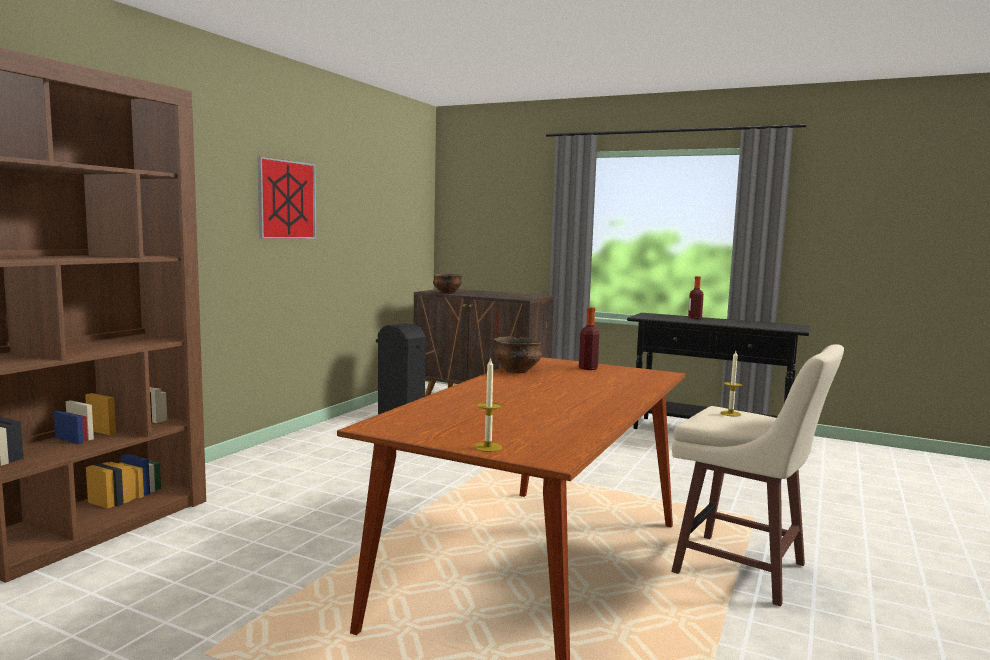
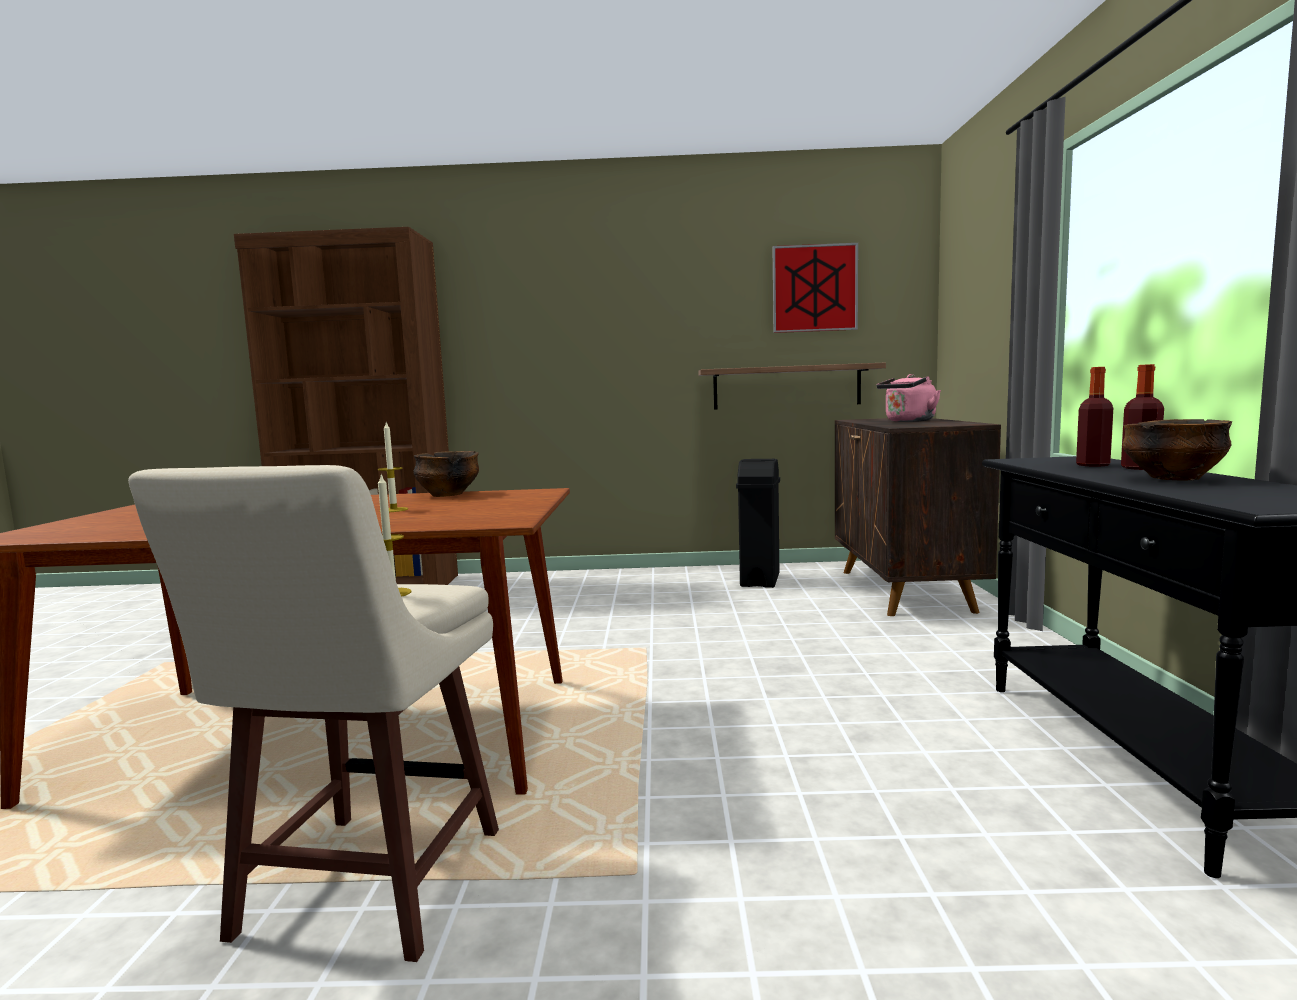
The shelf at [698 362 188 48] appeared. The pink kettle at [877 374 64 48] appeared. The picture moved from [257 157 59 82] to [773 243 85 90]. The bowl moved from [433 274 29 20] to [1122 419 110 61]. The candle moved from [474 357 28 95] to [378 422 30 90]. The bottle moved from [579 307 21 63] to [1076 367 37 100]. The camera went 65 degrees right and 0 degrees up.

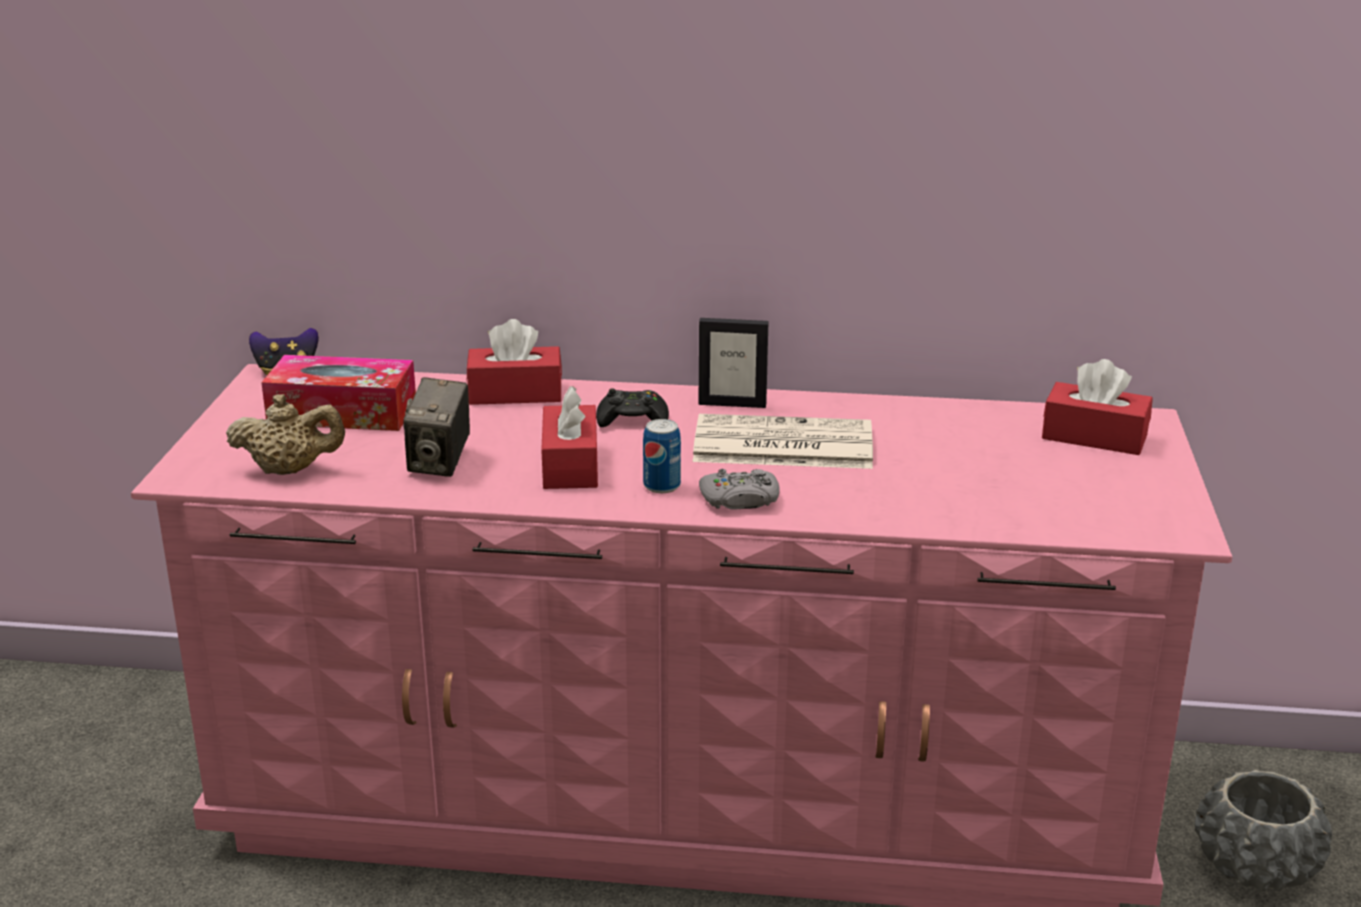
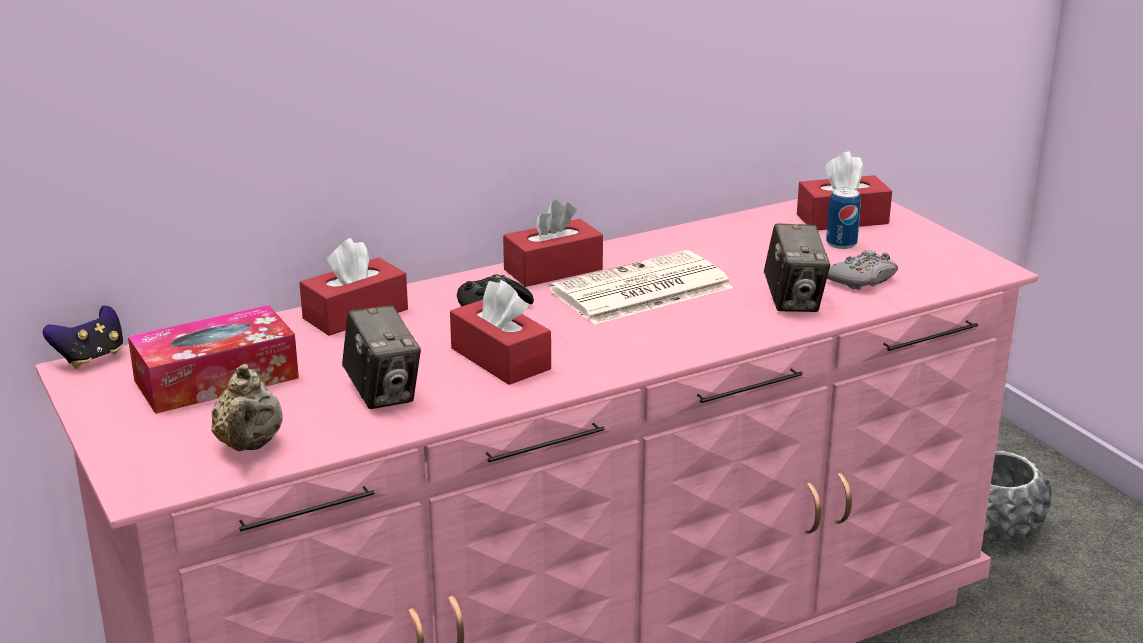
The photo camera at [764 223 66 89] appeared. The can moved from [643 419 38 74] to [826 187 35 62]. The grey game controller moved from [699 469 81 41] to [827 250 71 40]. The picture frame at [698 318 70 90] was replaced by the red tissue box at [503 200 100 87]. The beige teapot at [226 394 119 81] turned 120 degrees clockwise. The camera went 35 degrees left and 0 degrees up.

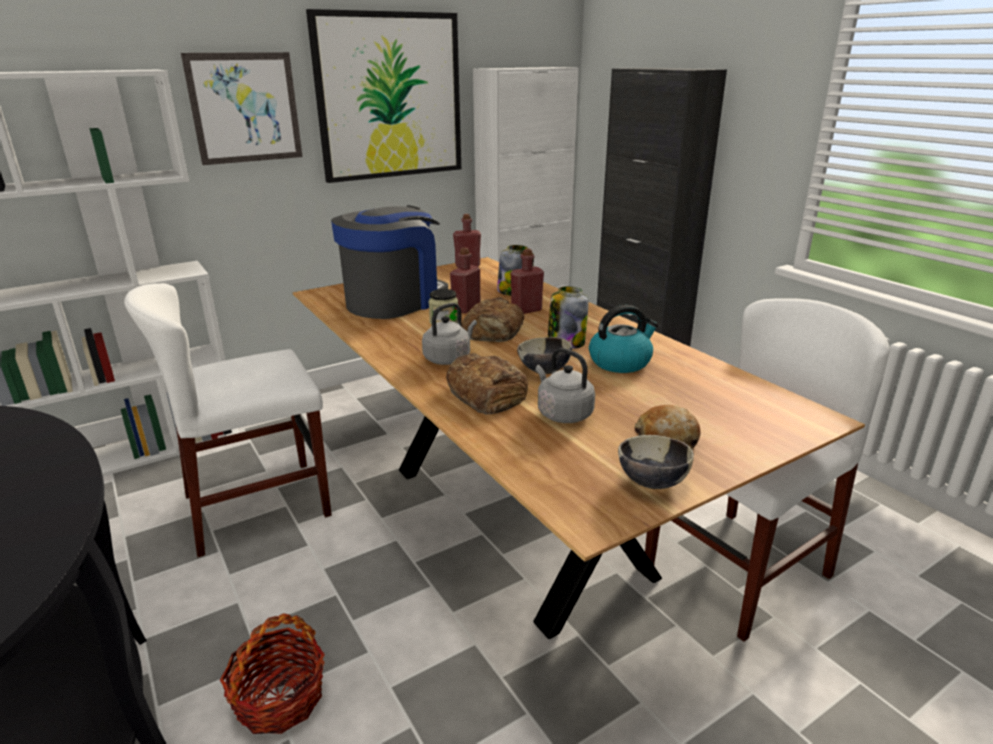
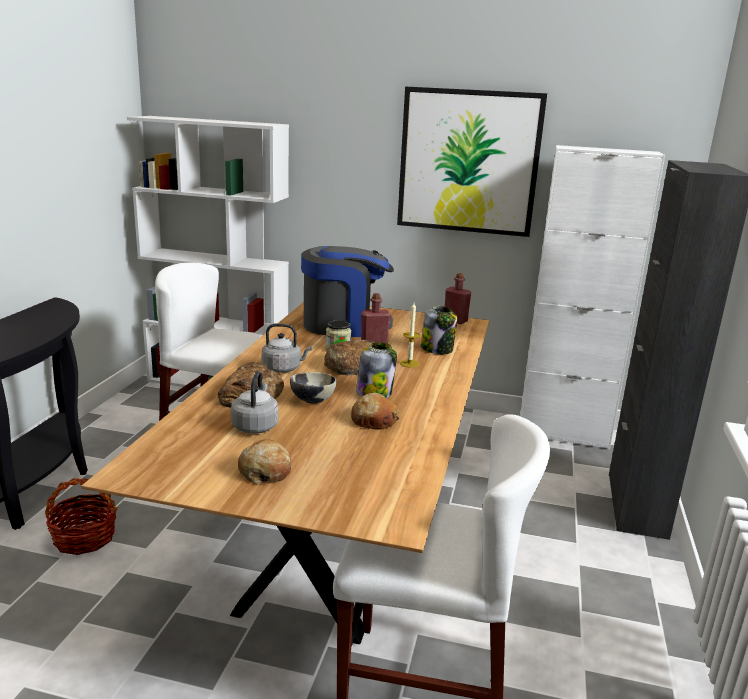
The picture at [181 52 122 113] disappeared. The bowl at [618 435 76 54] disappeared. The red bottle at [511 249 33 65] was replaced by the candle at [400 303 20 65]. The kettle at [589 305 70 68] was replaced by the bread at [351 393 48 37]. The camera went 45 degrees right and 5 degrees down.

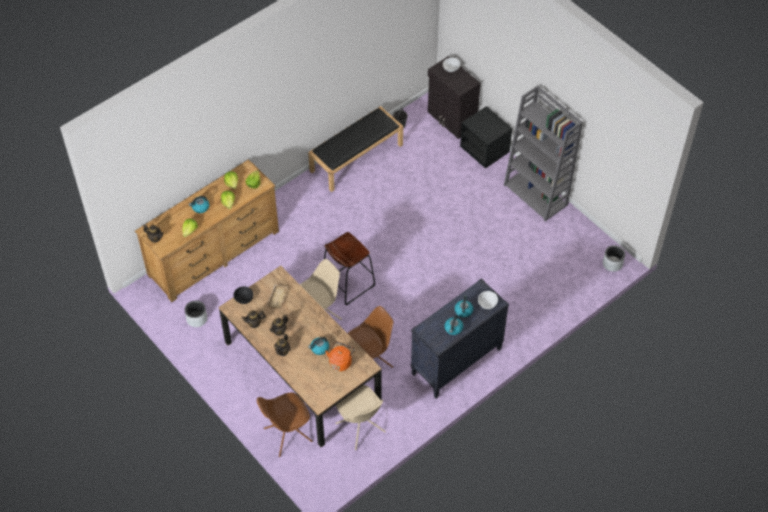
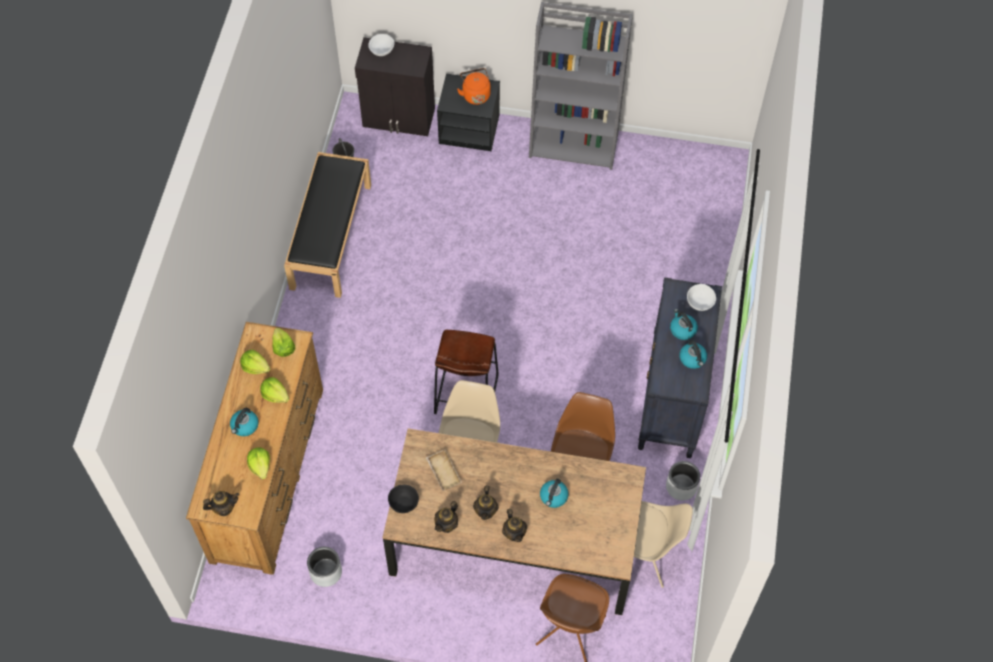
The orange kettle moved from [325 341 30 30] to [457 68 33 37]. The grey planter moved from [603 245 22 27] to [666 461 34 39]. The camera went 40 degrees left and 5 degrees up.

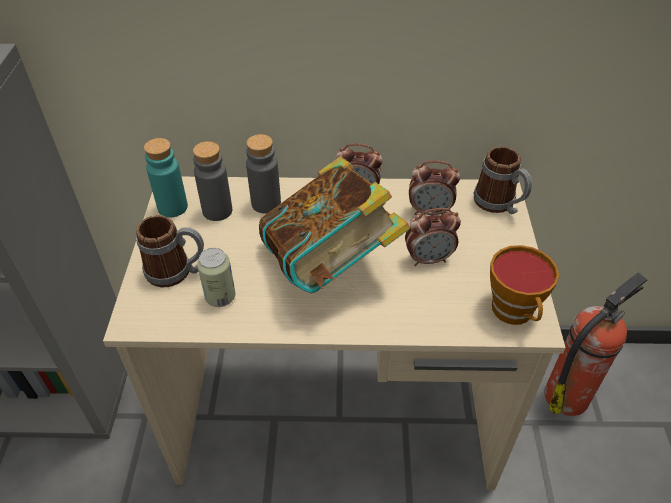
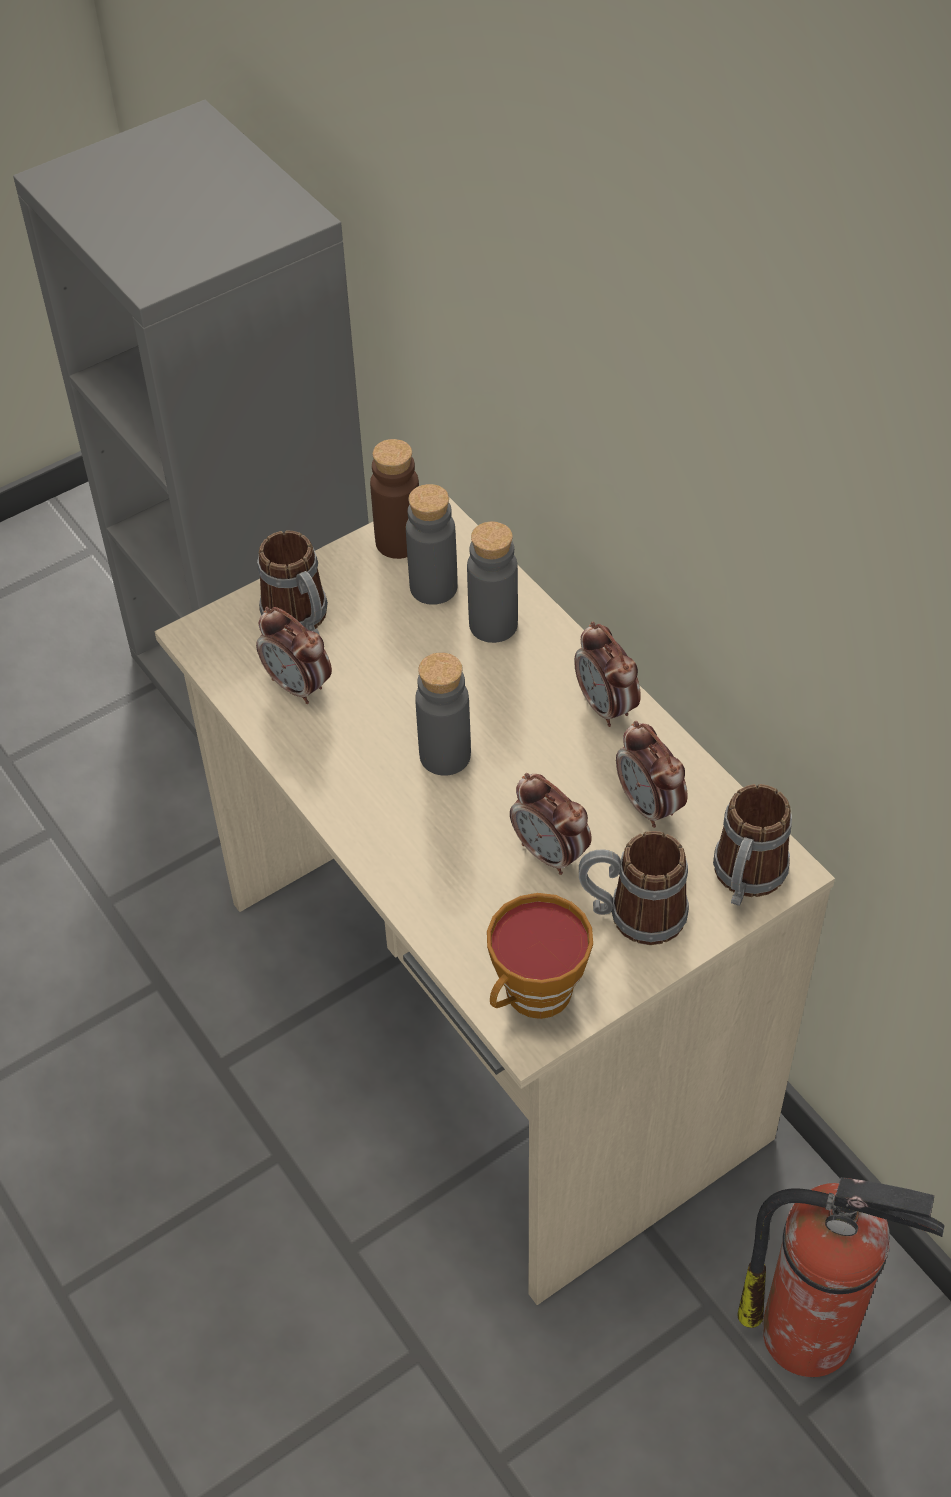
The mug at [579 831 110 114] appeared. The can at [197 248 38 59] was replaced by the alarm clock at [256 607 76 97]. The book at [259 157 151 136] was replaced by the grey bottle at [415 652 56 123]. The turquoise bottle at [144 138 44 79] became the brown bottle at [370 439 49 120]. The camera went 55 degrees right and 5 degrees up.

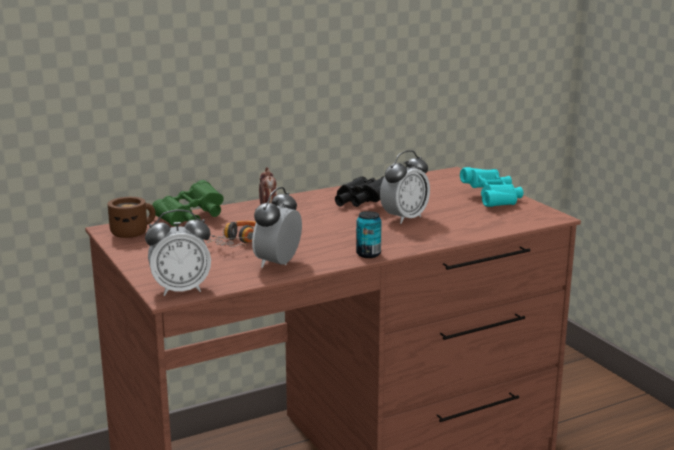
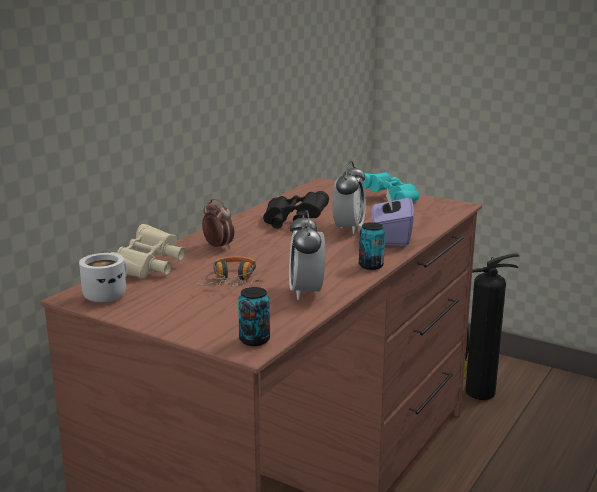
The purple tissue box at [372 187 42 59] appeared. The fire extinguisher at [464 253 56 147] appeared. The alarm clock at [145 209 66 87] was replaced by the can at [238 287 32 59]. The brown mug at [108 197 48 41] became the white mug at [79 253 48 49]. The green binoculars at [152 180 72 46] became the beige binoculars at [111 224 74 55]. The camera went 30 degrees left and 0 degrees up.

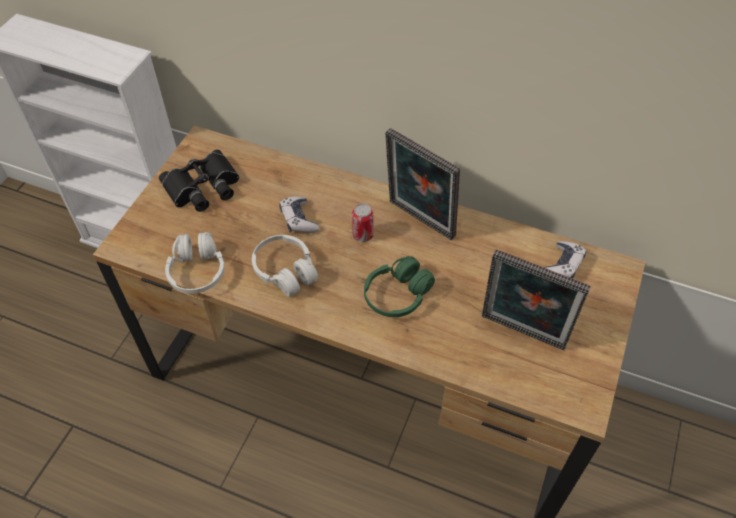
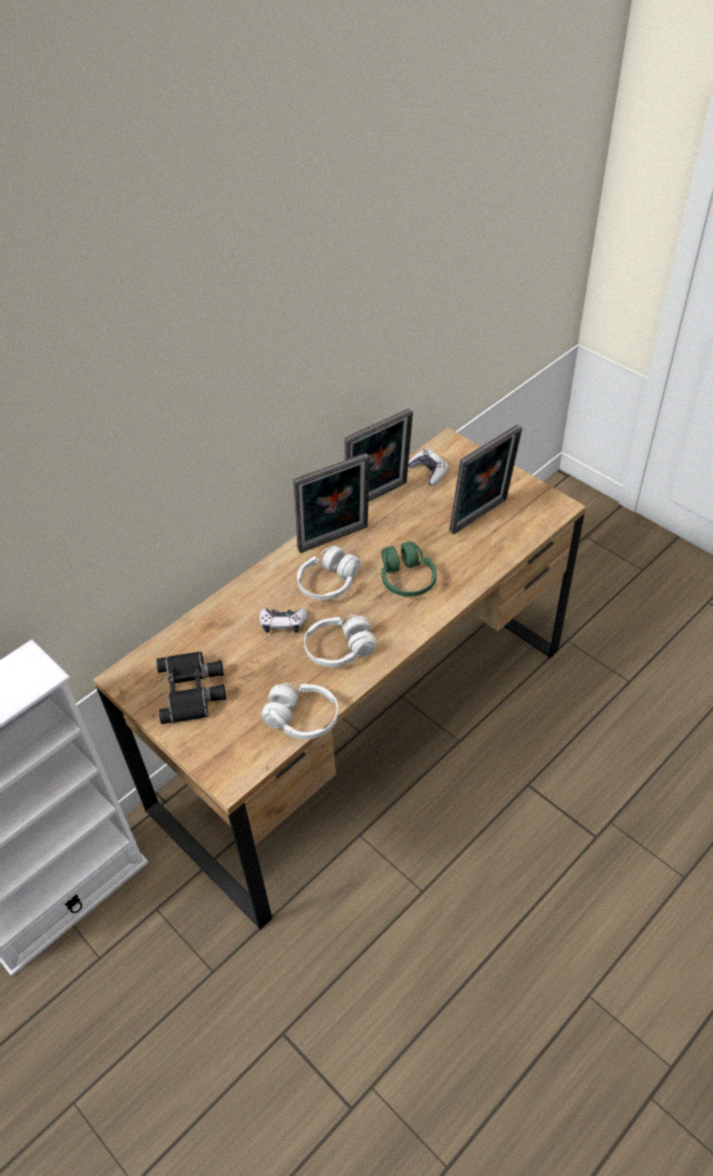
The picture frame at [344 408 69 94] appeared. The can at [352 203 22 39] was replaced by the white headphones at [297 546 64 54]. The camera went 65 degrees left and 5 degrees down.

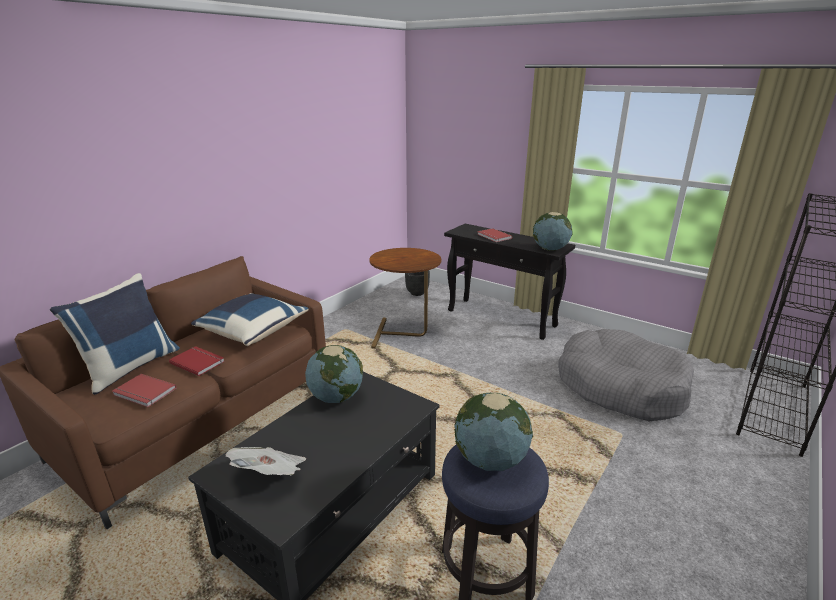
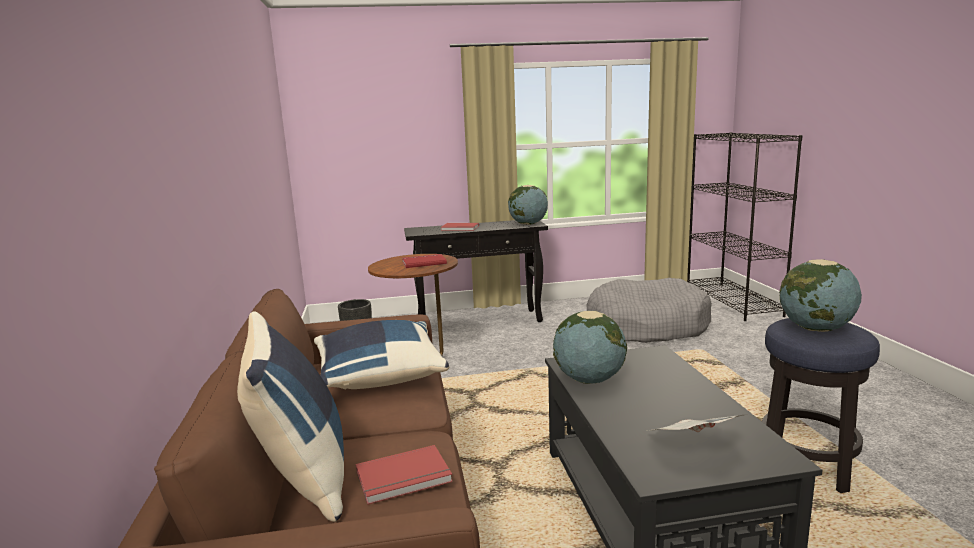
The red book moved from [169 346 56 30] to [402 254 45 14]. The camera went 45 degrees left and 10 degrees down.

